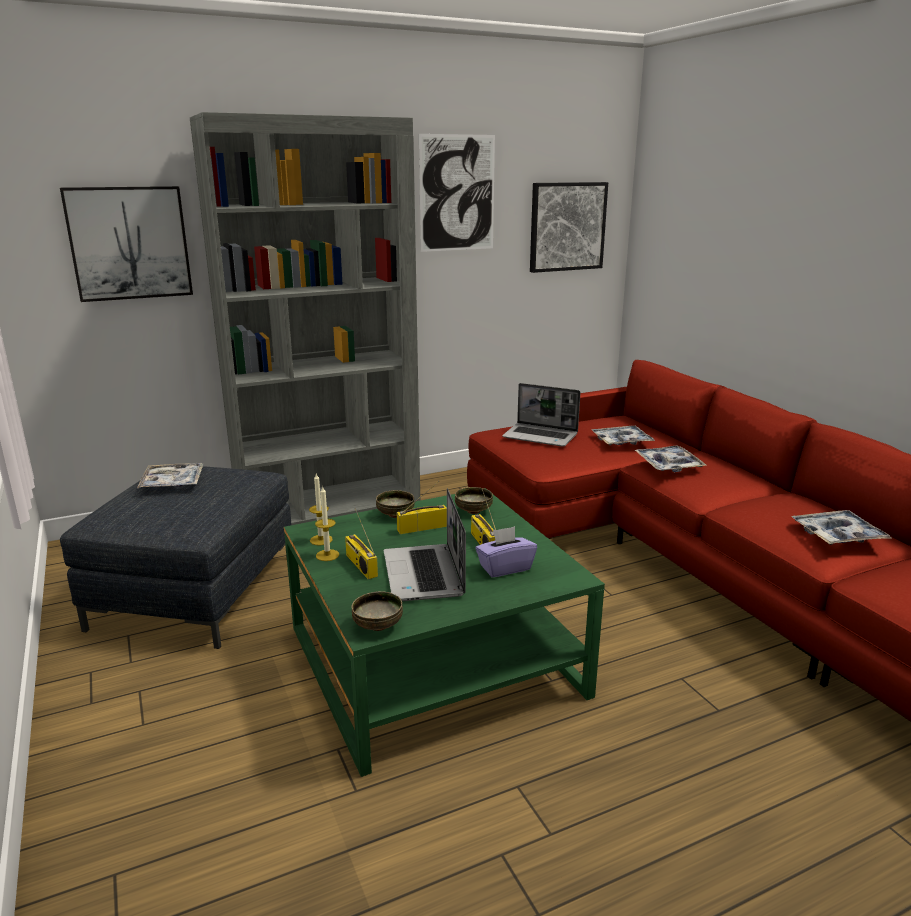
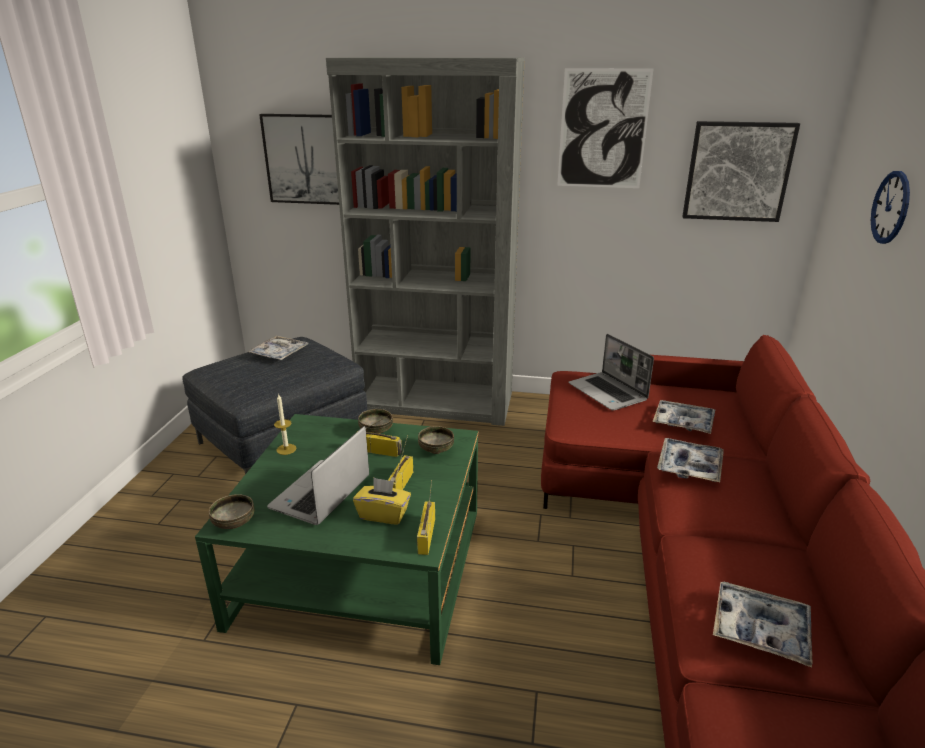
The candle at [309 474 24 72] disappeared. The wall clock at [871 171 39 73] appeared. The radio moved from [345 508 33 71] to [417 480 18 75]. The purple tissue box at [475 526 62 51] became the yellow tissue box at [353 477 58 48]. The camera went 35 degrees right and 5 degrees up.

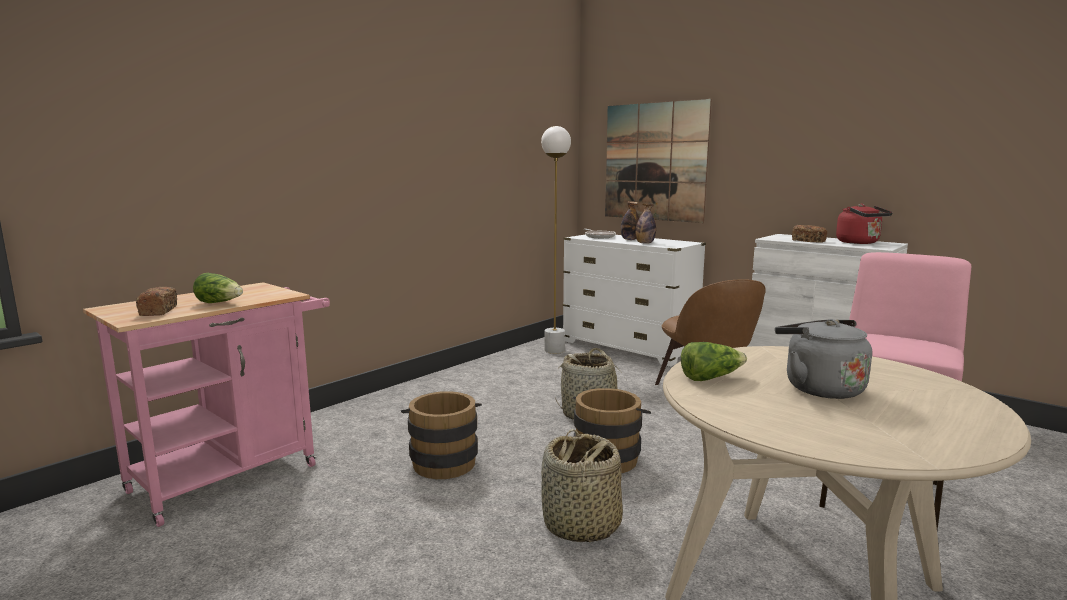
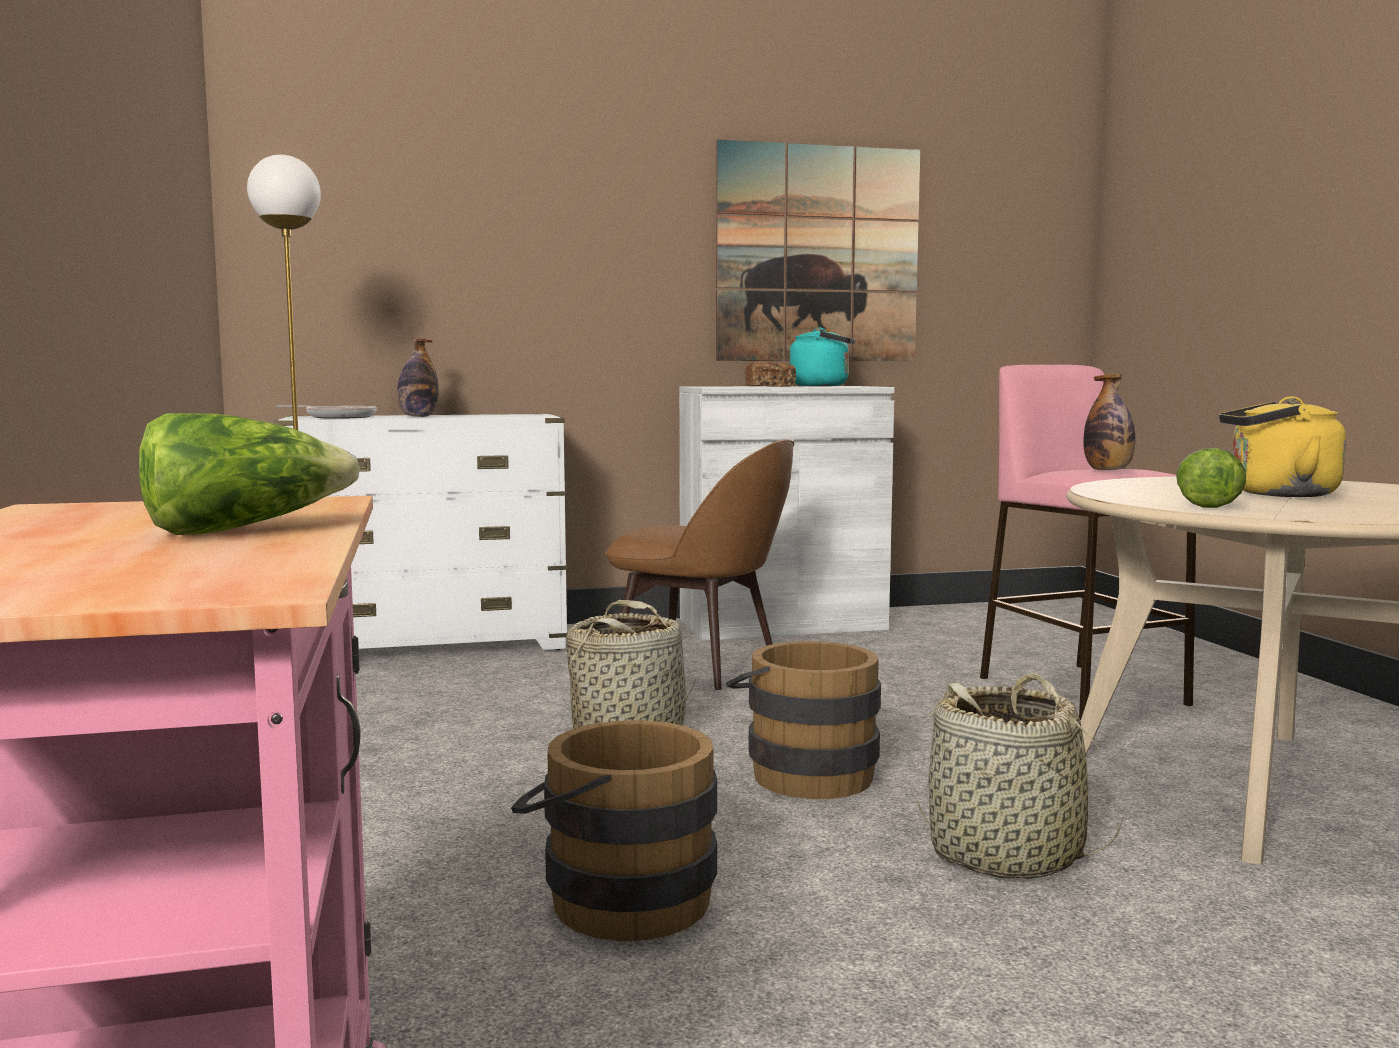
The bread at [136 287 41 29] disappeared. The picture moved from [605 99 107 124] to [716 139 204 222]. The bottle moved from [635 204 21 40] to [1083 374 52 96]. The grey kettle at [775 319 97 80] became the yellow kettle at [1219 396 127 101]. The red kettle at [836 204 57 40] became the turquoise kettle at [790 327 65 59]. The camera went 55 degrees left and 5 degrees down.

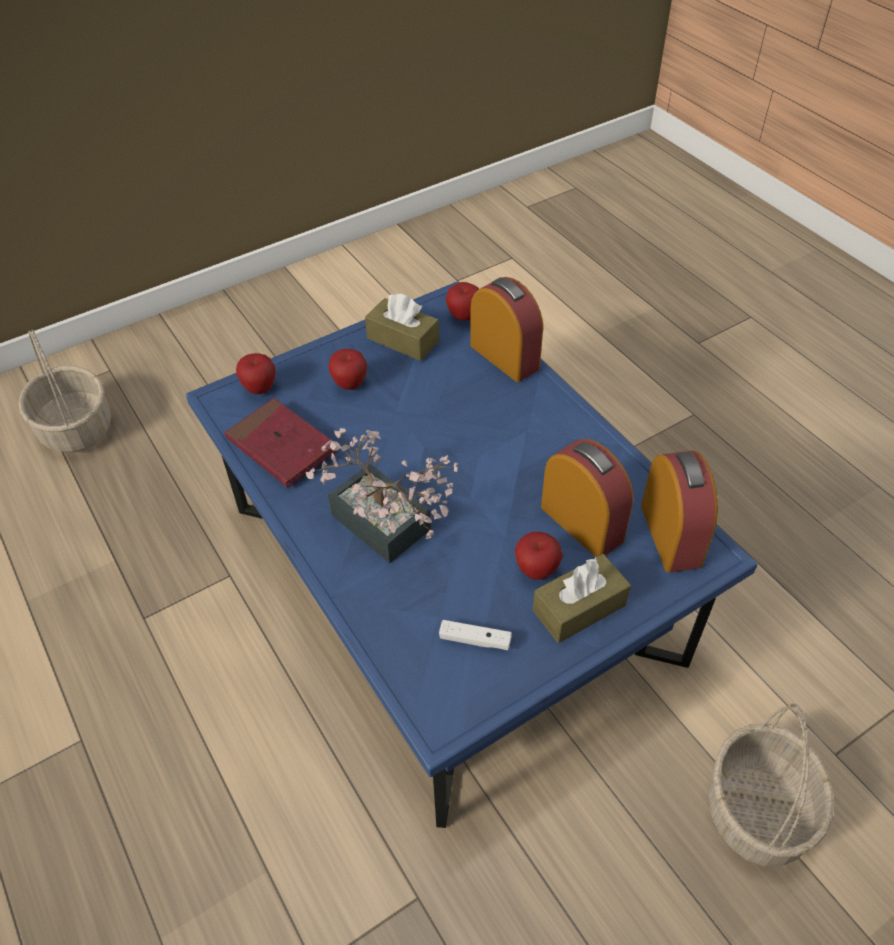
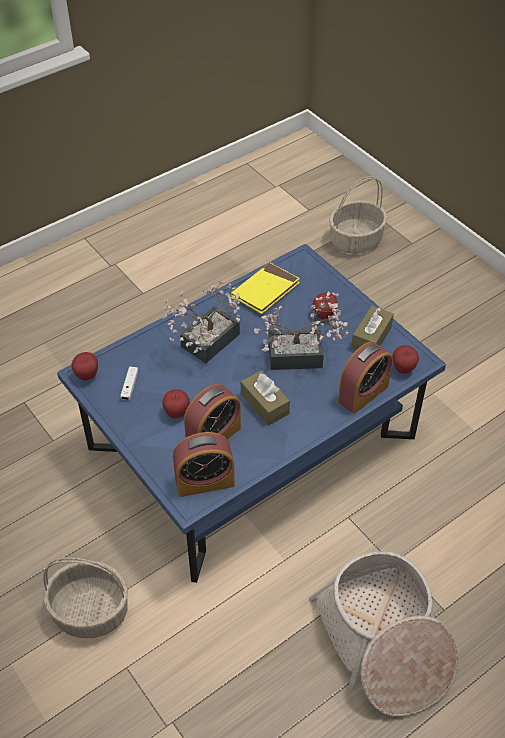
The potted plant at [254 291 94 79] appeared. The basket at [309 551 149 166] appeared. The apple moved from [236 353 39 41] to [72 352 26 29]. The brown tissue box moved from [533 554 98 89] to [241 370 49 56]. The red book at [224 398 114 90] became the yellow book at [231 262 69 52]. The camera went 85 degrees right and 0 degrees up.

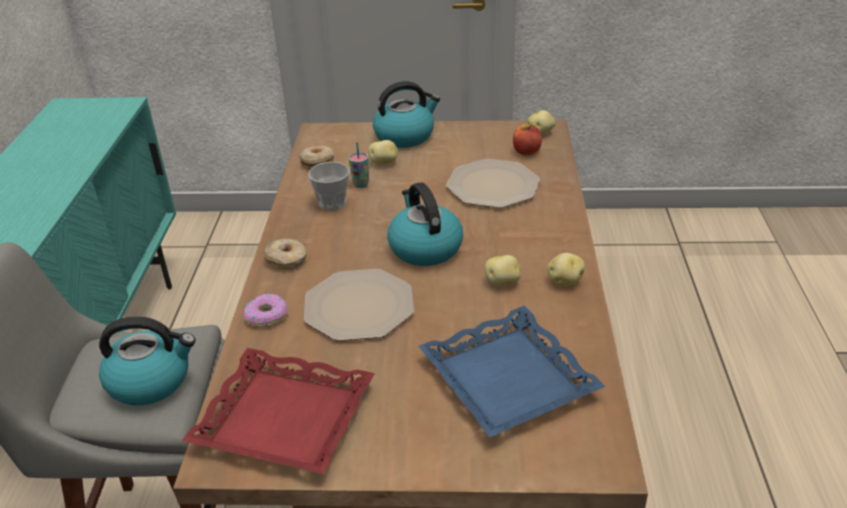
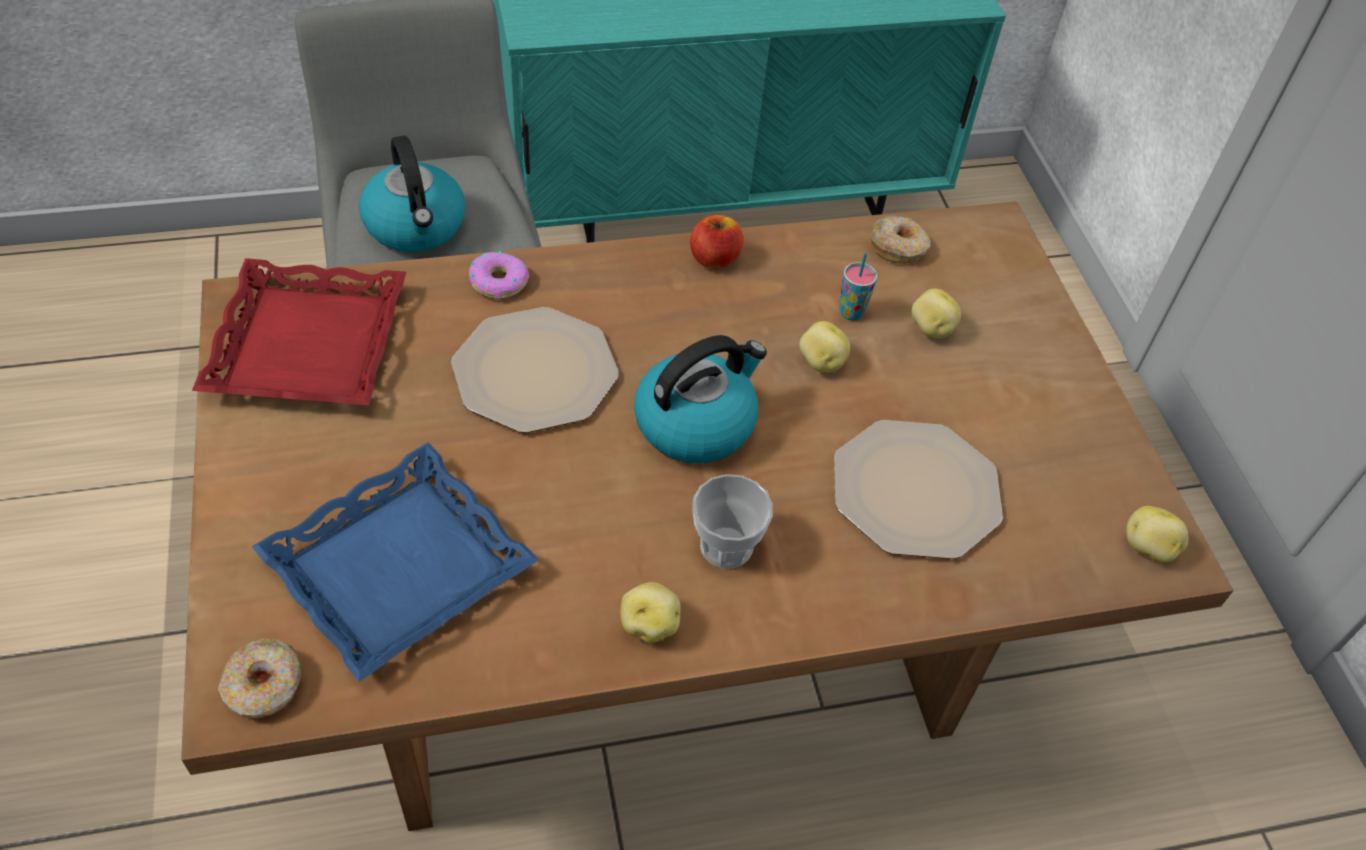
The kettle at [373 81 67 67] disappeared. The donut moved from [263 239 44 31] to [218 638 83 80]. The cup moved from [308 162 42 49] to [693 474 80 94]. The potato moved from [485 255 36 31] to [799 321 51 52]. The apple moved from [513 124 29 31] to [690 215 54 54]. The camera went 70 degrees right and 15 degrees up.

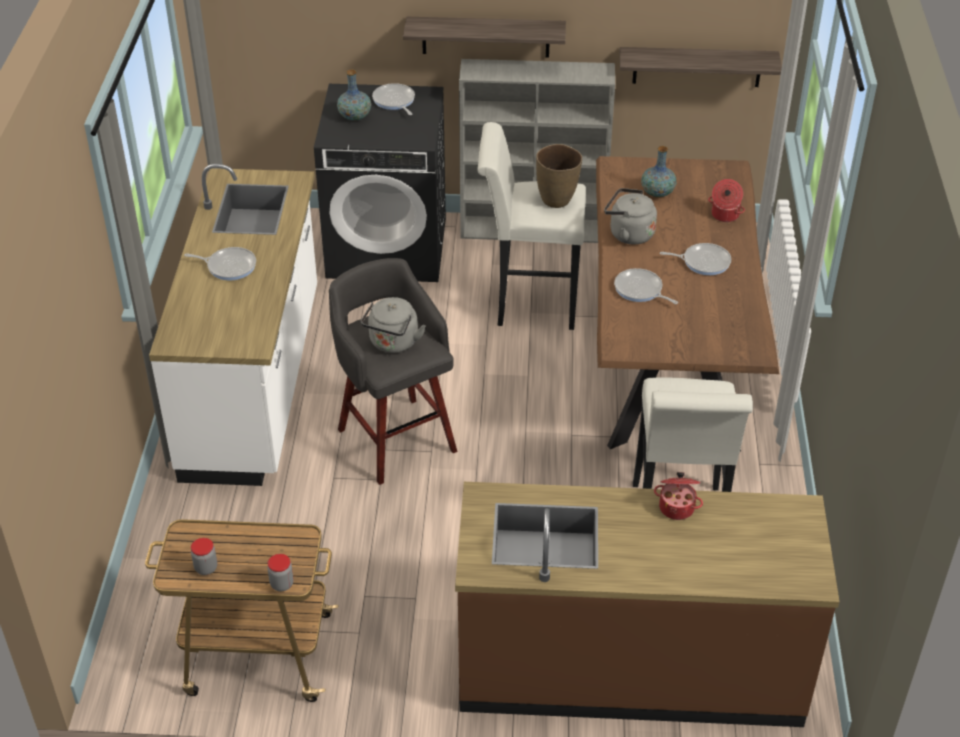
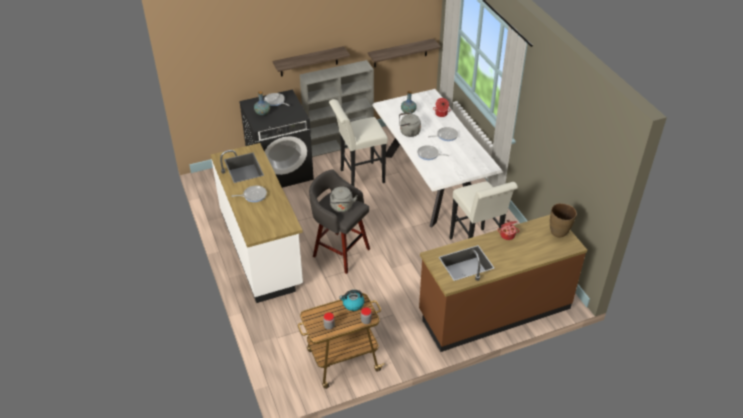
The kettle at [339 290 25 21] appeared. The brown vase moved from [536 144 46 64] to [550 203 27 35]. The brown dining table at [596 156 184 295] became the white dining table at [372 89 131 138]. The camera went 25 degrees left and 0 degrees up.

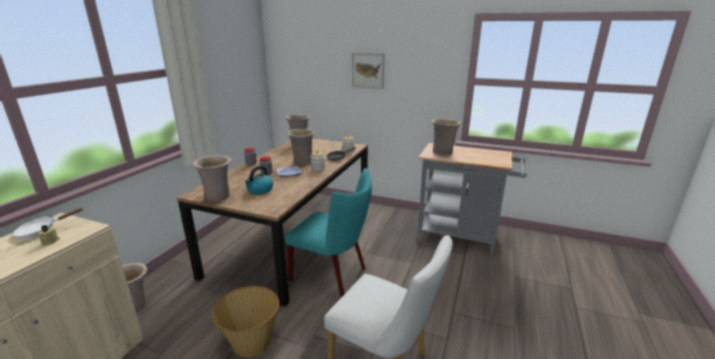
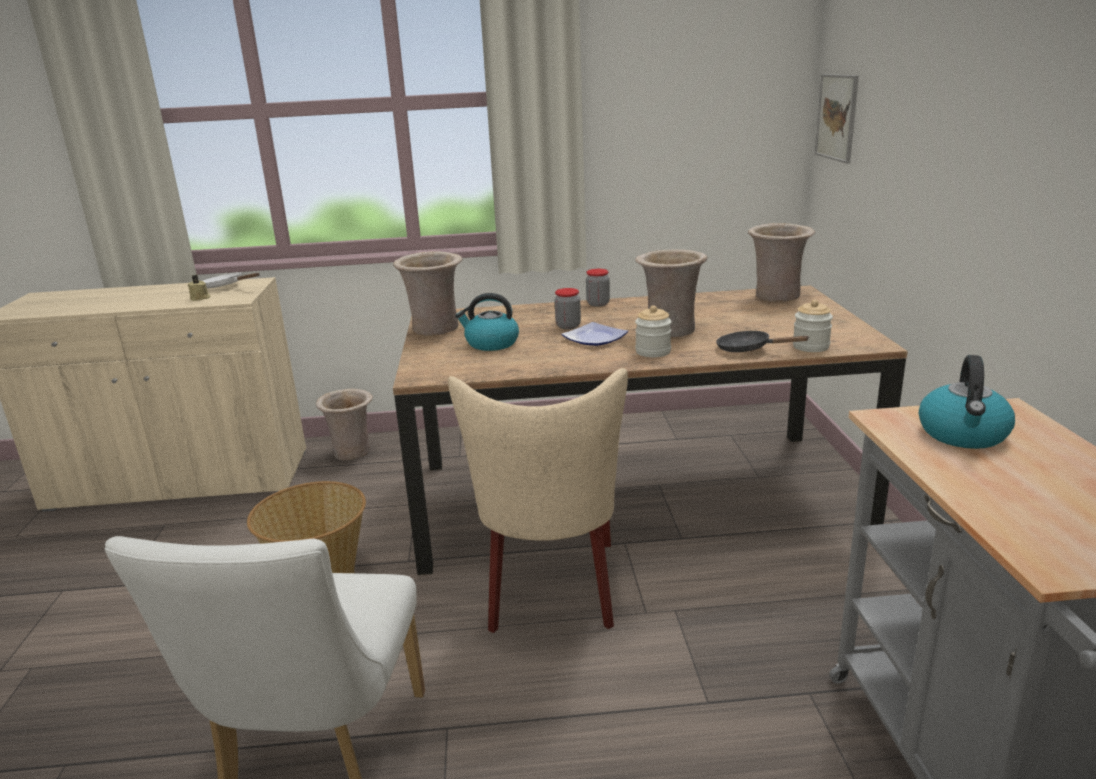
The picture moved from [352 53 32 36] to [815 74 44 90]. The beige vase at [431 118 31 37] was replaced by the kettle at [919 355 96 94]. The turquoise chair at [285 168 87 128] became the beige chair at [448 368 180 265]. The camera went 65 degrees right and 0 degrees up.

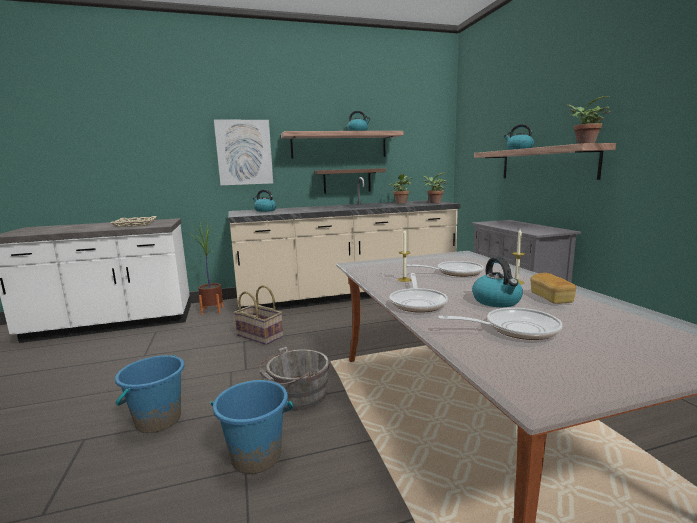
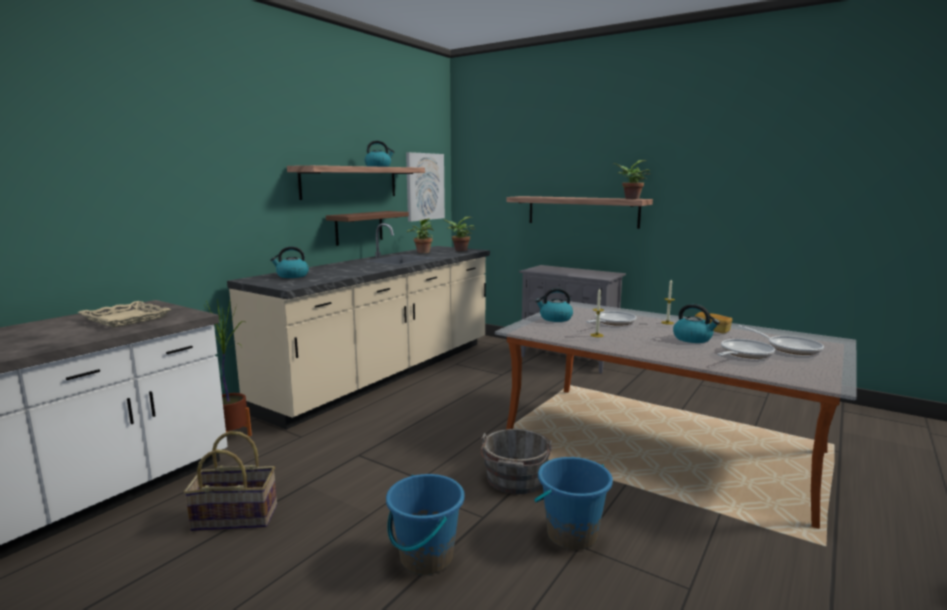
The picture moved from [214 119 59 66] to [406 152 39 70]. The basket moved from [234 285 49 60] to [184 431 93 100]. The frying pan moved from [390 273 58 40] to [738 325 86 30]. The kettle moved from [504 124 30 26] to [535 288 38 34]. The camera went 40 degrees left and 0 degrees up.

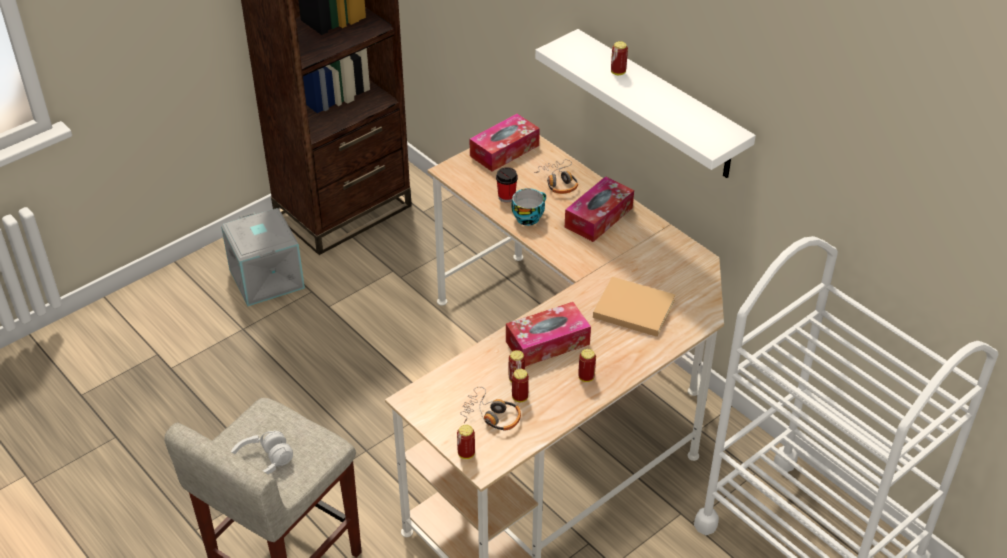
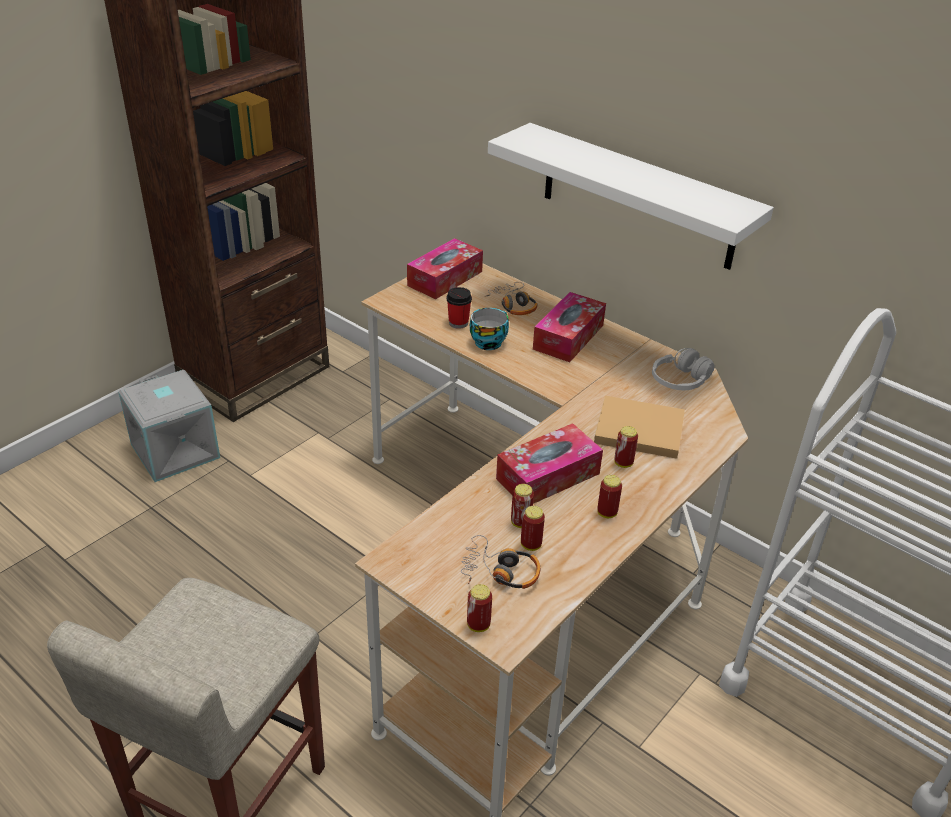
The white headphones moved from [231 431 62 43] to [652 348 62 42]. The can moved from [611 41 17 34] to [614 426 24 42]. The camera went 10 degrees left and 5 degrees down.

